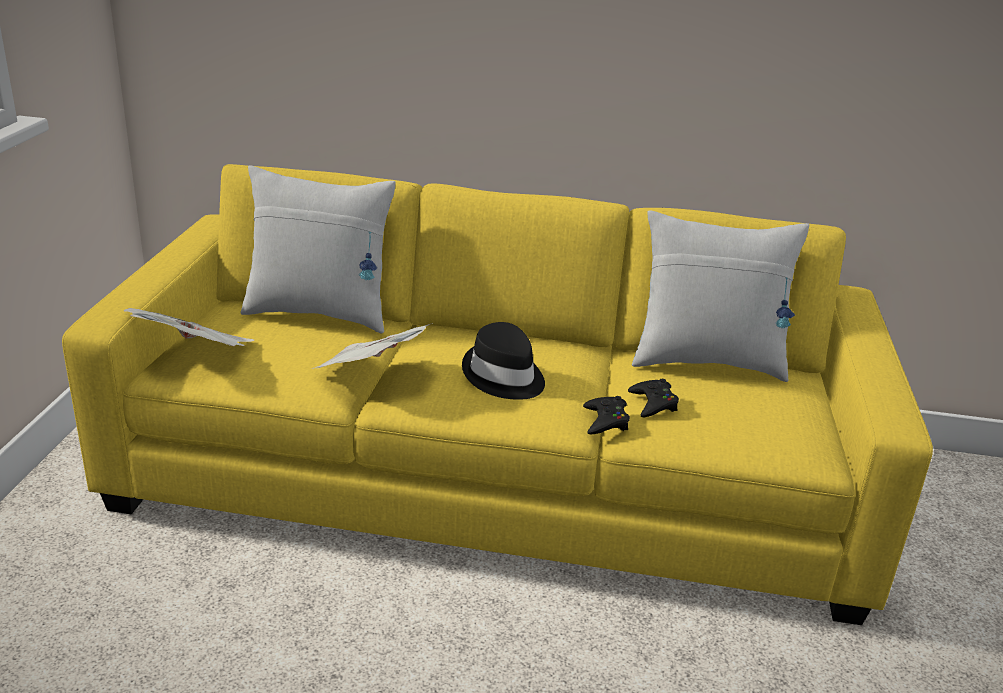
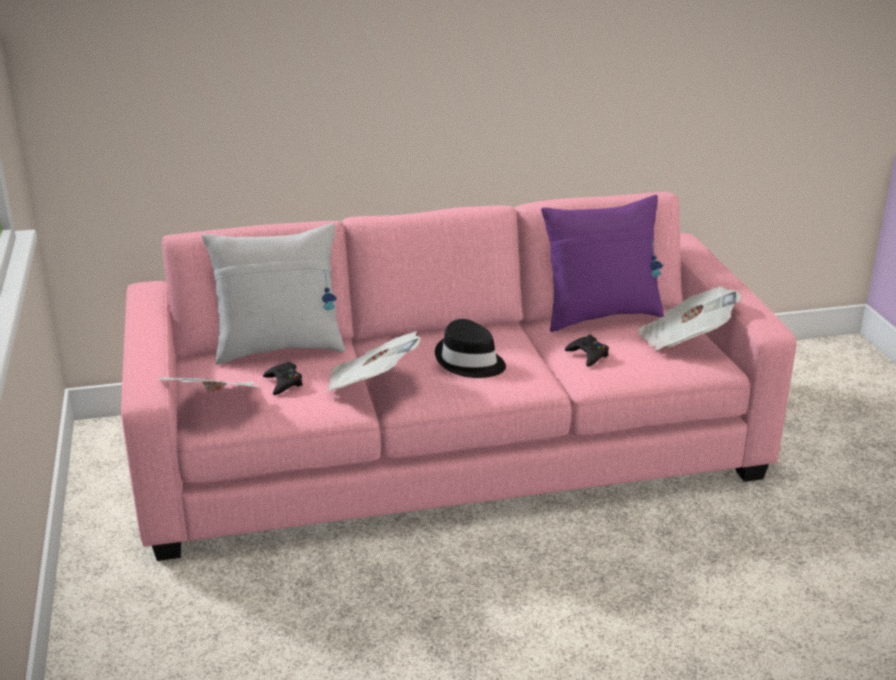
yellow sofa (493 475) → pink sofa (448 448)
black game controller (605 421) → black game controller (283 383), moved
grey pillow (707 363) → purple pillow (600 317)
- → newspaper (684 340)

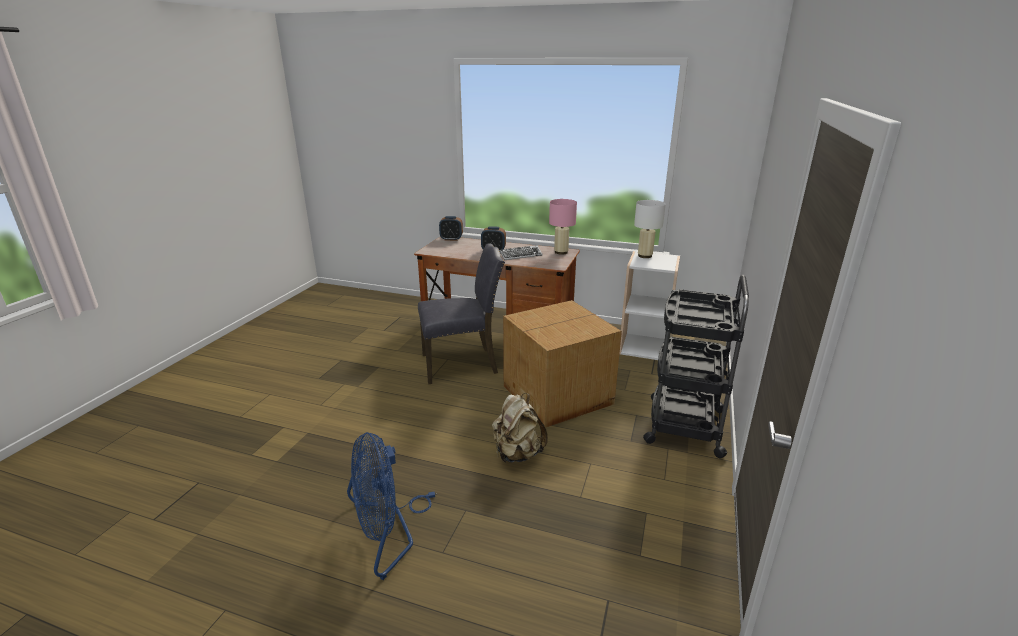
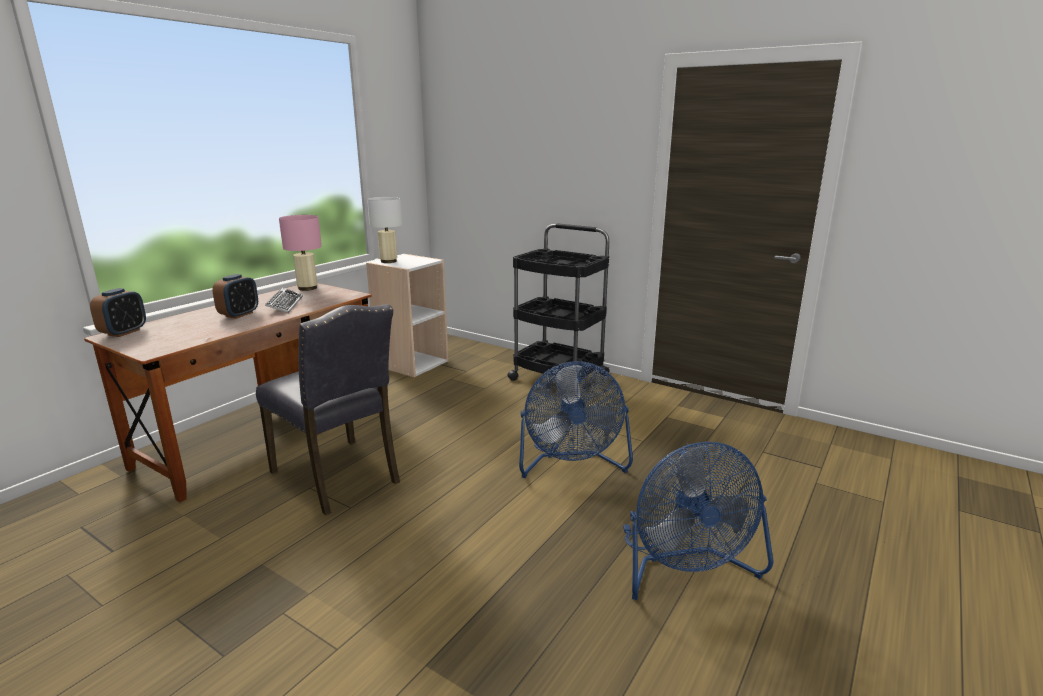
grey chair (462 364) → grey chair (339 477), 135 degrees clockwise
beige backpack (517 454) → blue fan (567 463)
cardboard box (559 395) → -

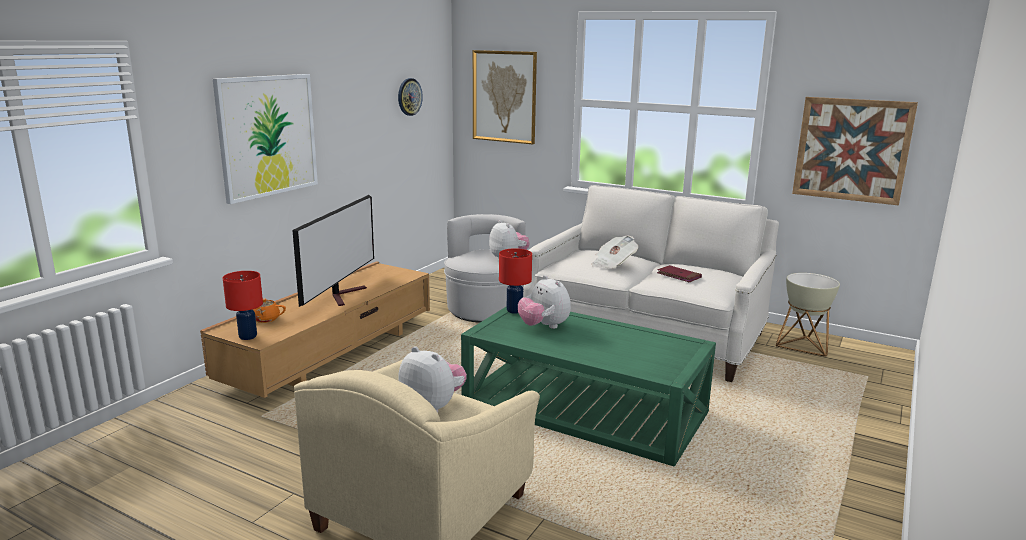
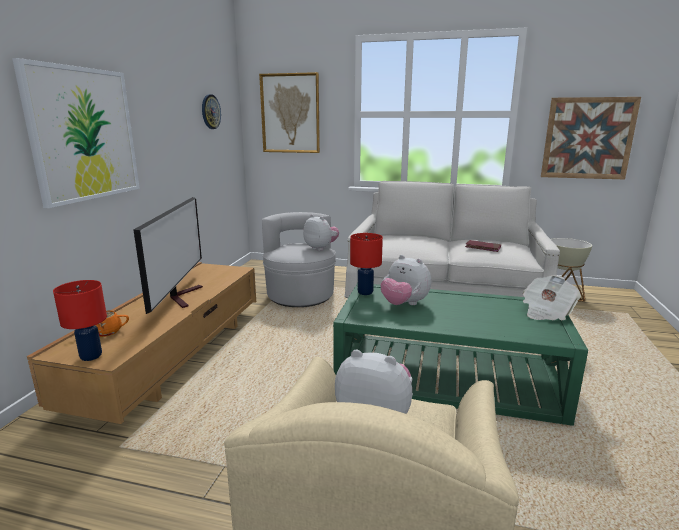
newspaper (613 264) → newspaper (546 312), moved

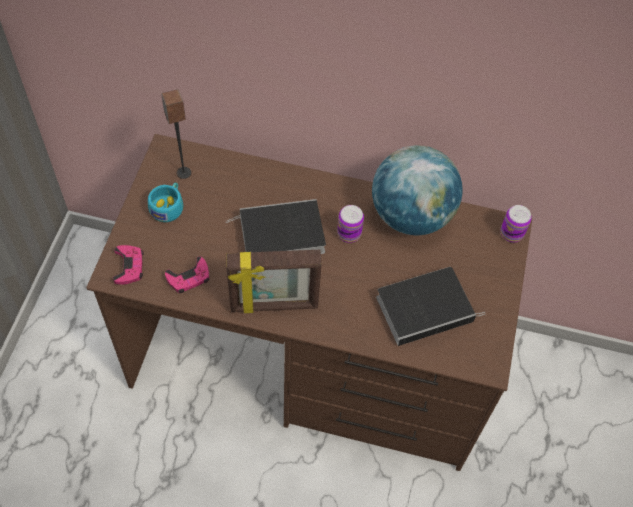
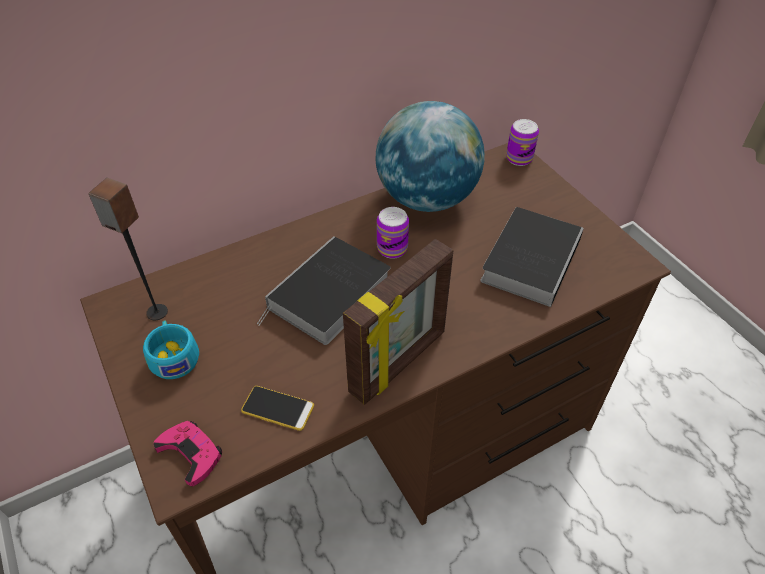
pink game controller (189 277) → phone (278 408)

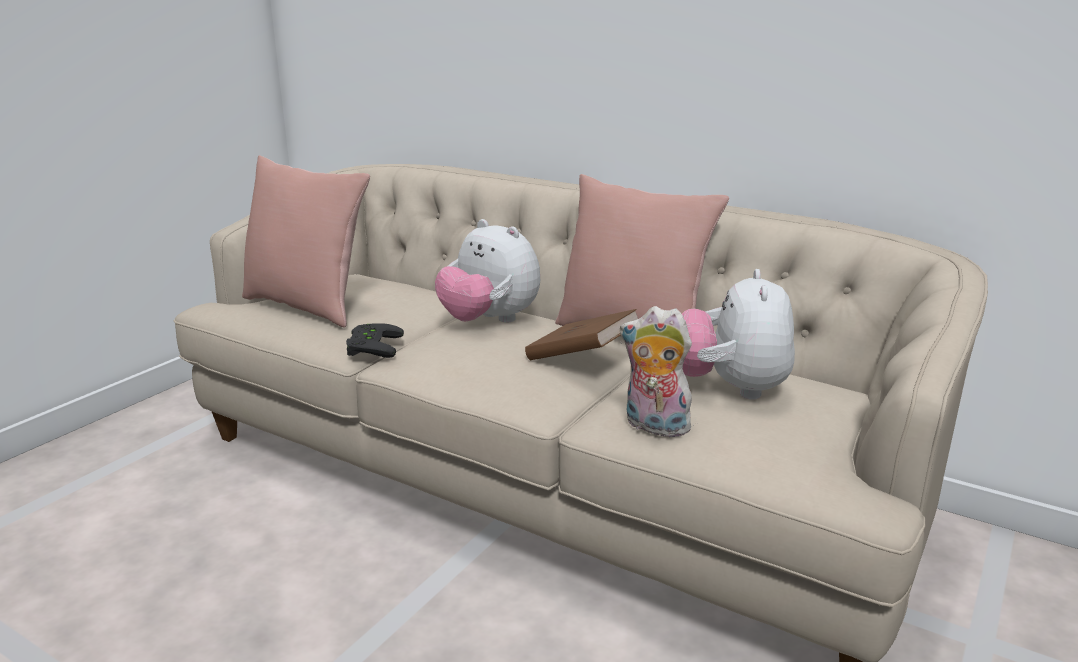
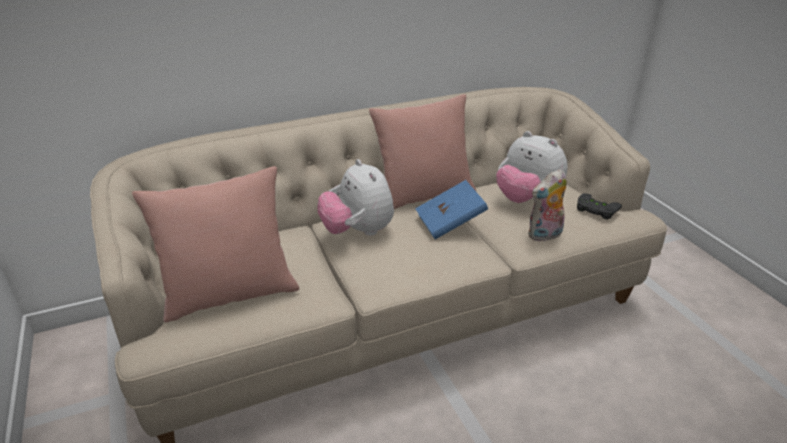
black game controller (370 346) → black game controller (595 210), moved
plush toy (489 321) → plush toy (357 232), 75 degrees clockwise
brown book (581 358) → blue book (450 223)

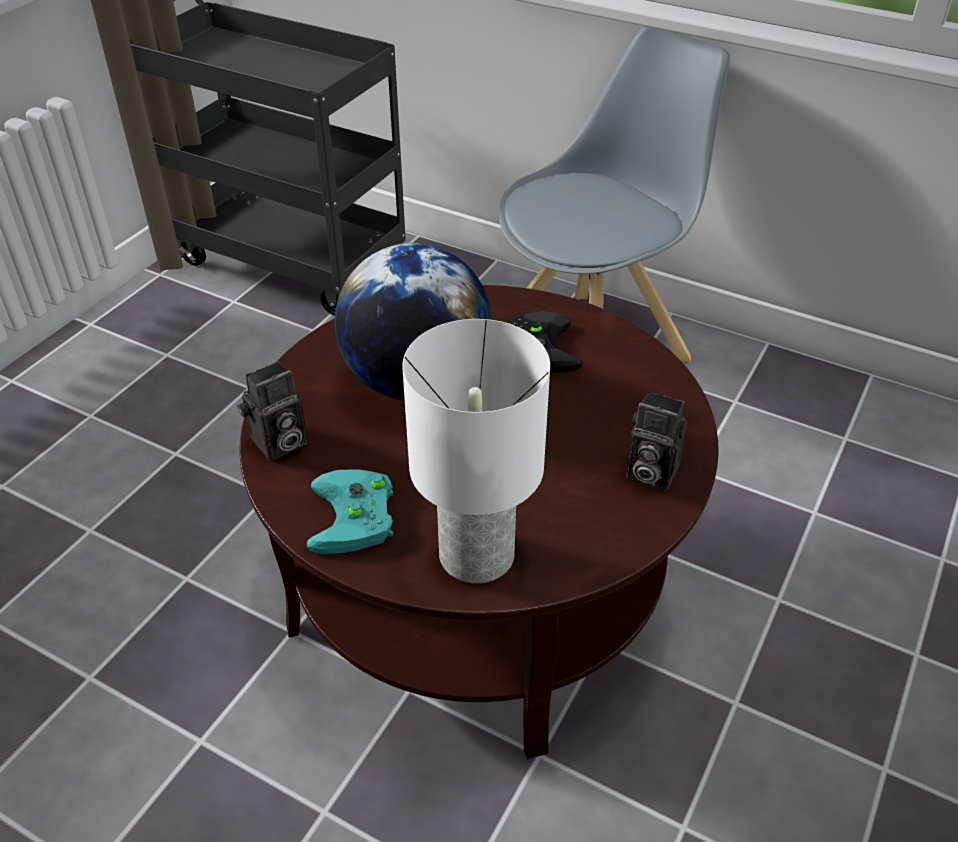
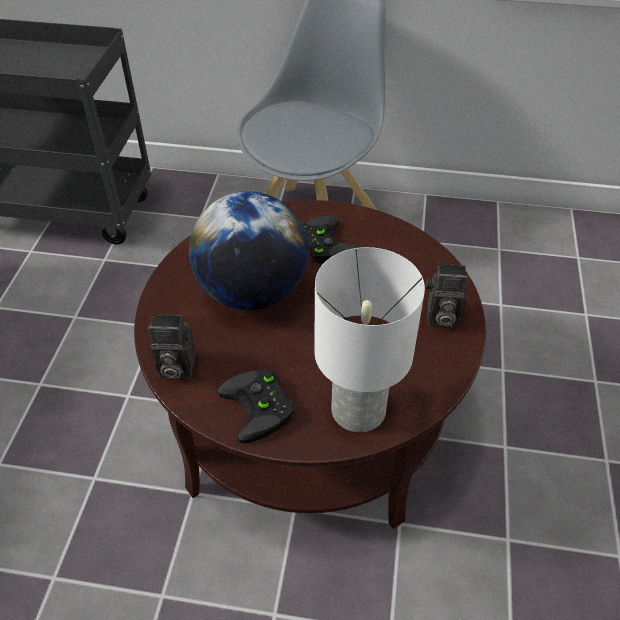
photo camera (278 444) → photo camera (174 367), 60 degrees clockwise
turquoise game controller (355 518) → black game controller (261 408)

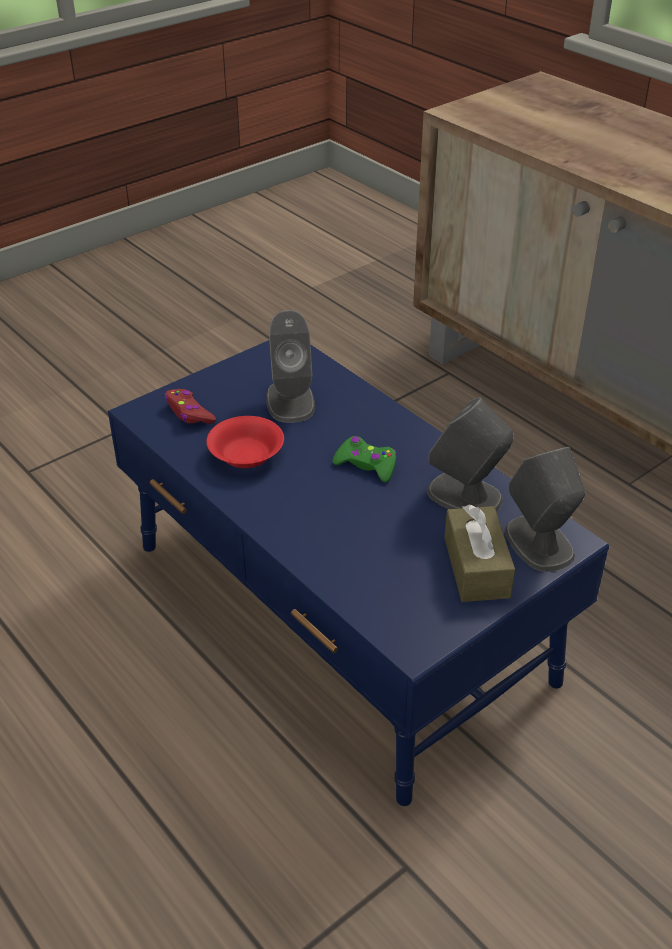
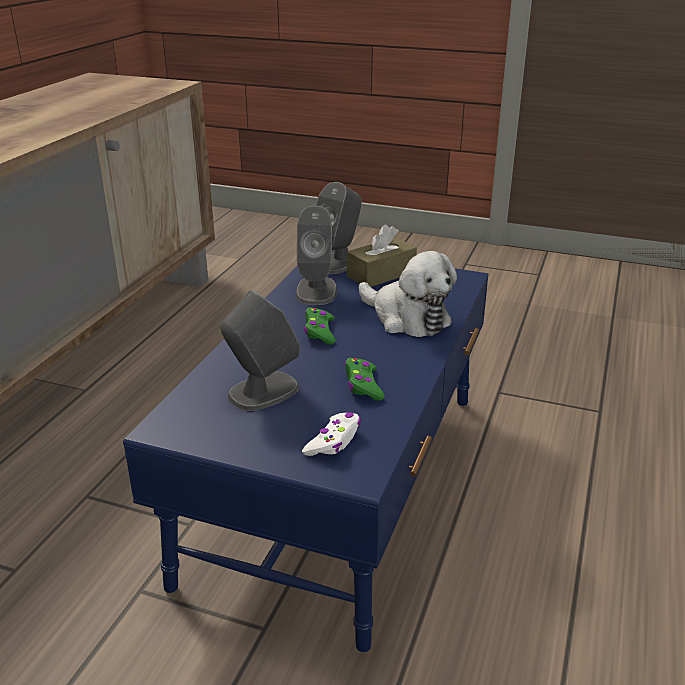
red game controller (189 413) → white game controller (334 441)
red bowl (247 455) → green game controller (363 385)
- → plush toy (407 318)

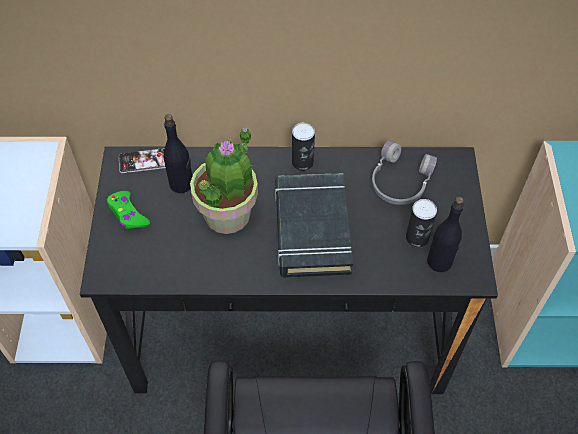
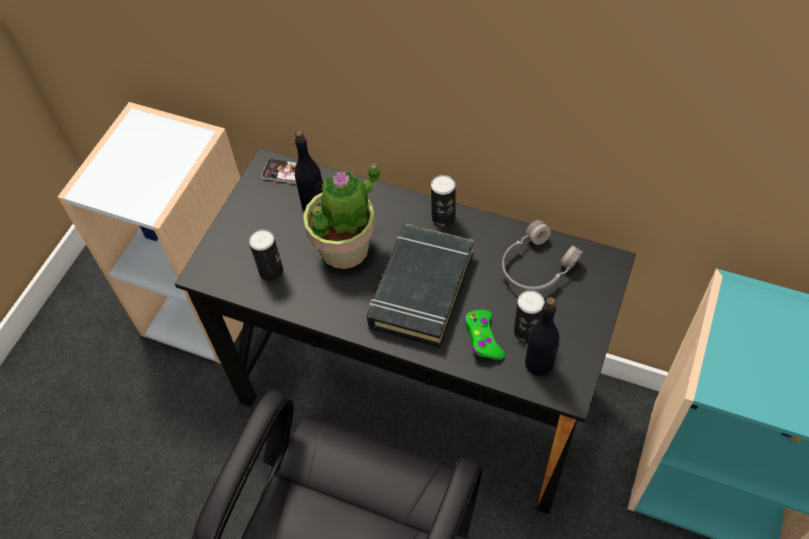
green game controller (128 214) → green game controller (483 338), moved
- → can (271 271)

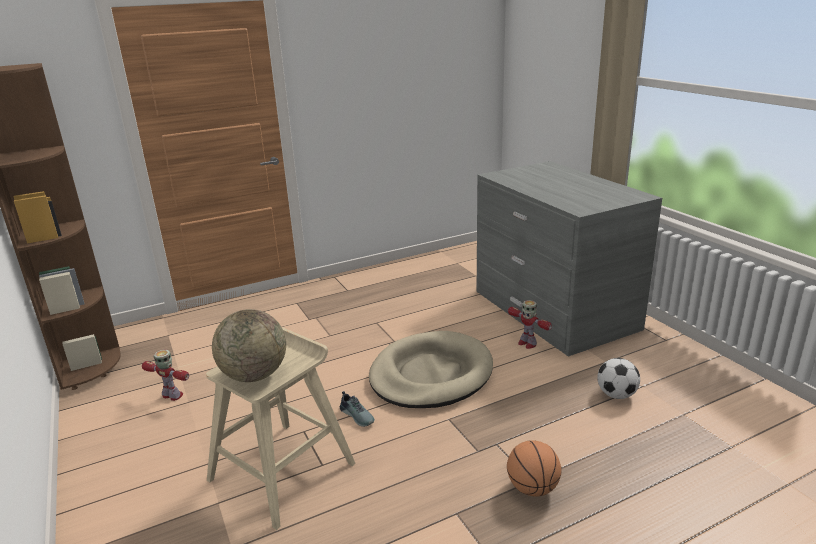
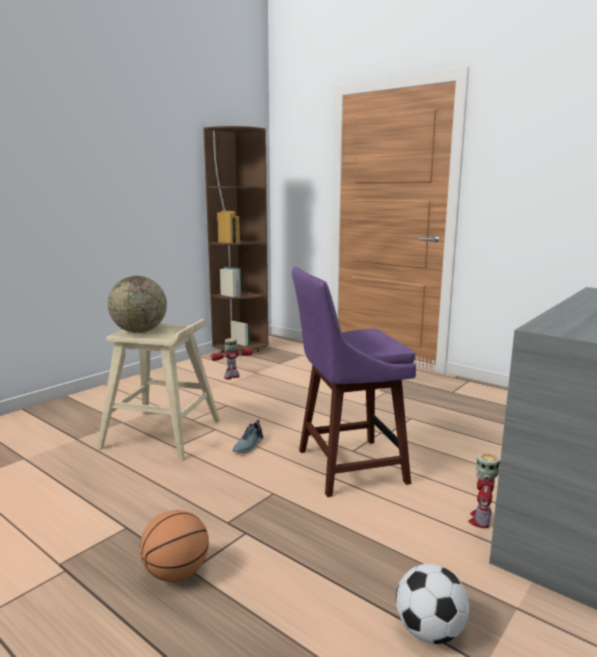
toy robot (172 396) → toy robot (232 377), 120 degrees counterclockwise
beige dog bed (430 374) → purple chair (345 466)

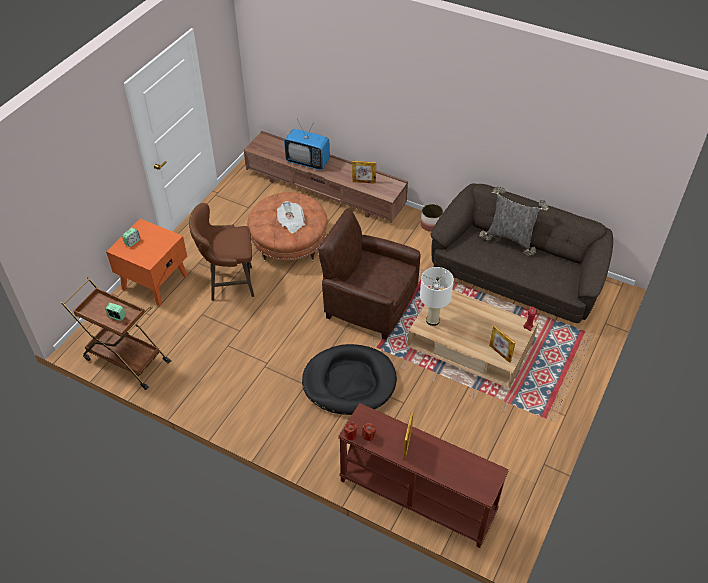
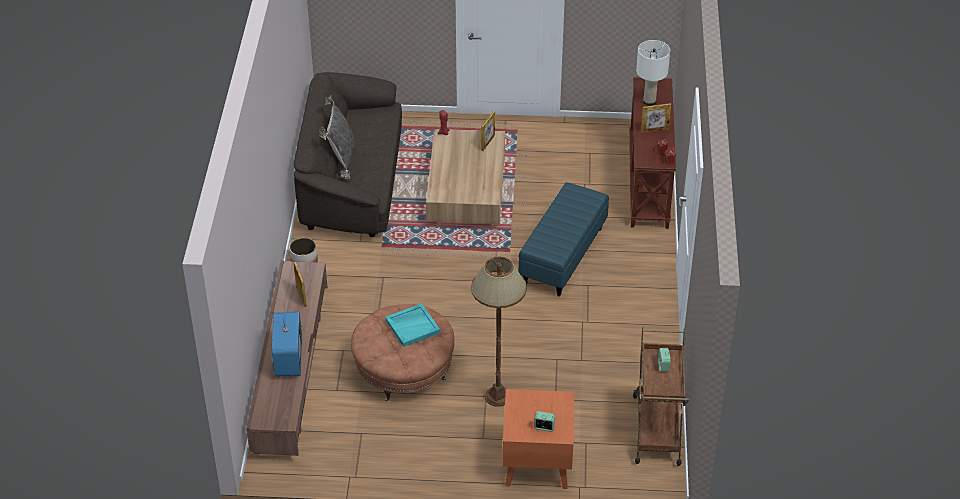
brown stool (229 283) → brown floor lamp (497 396)
newspaper (291 223) → turquoise tray (413 326)
black dog bed (349 382) → blue ottoman (563 257)
brown armchair (369 304) → -
white table lamp (432 320) → white table lamp (649 101), moved

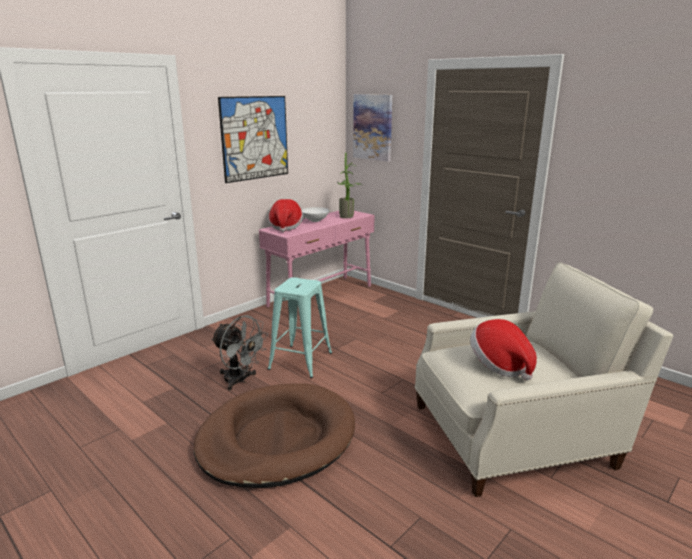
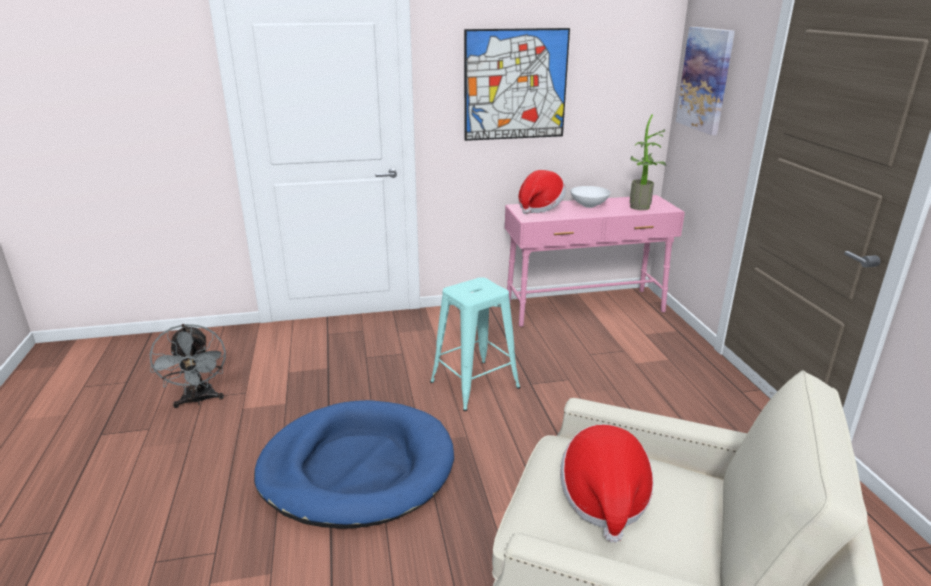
brown dog bed (276 439) → blue dog bed (357 468)
grey fan (240 380) → grey fan (199 400), moved

